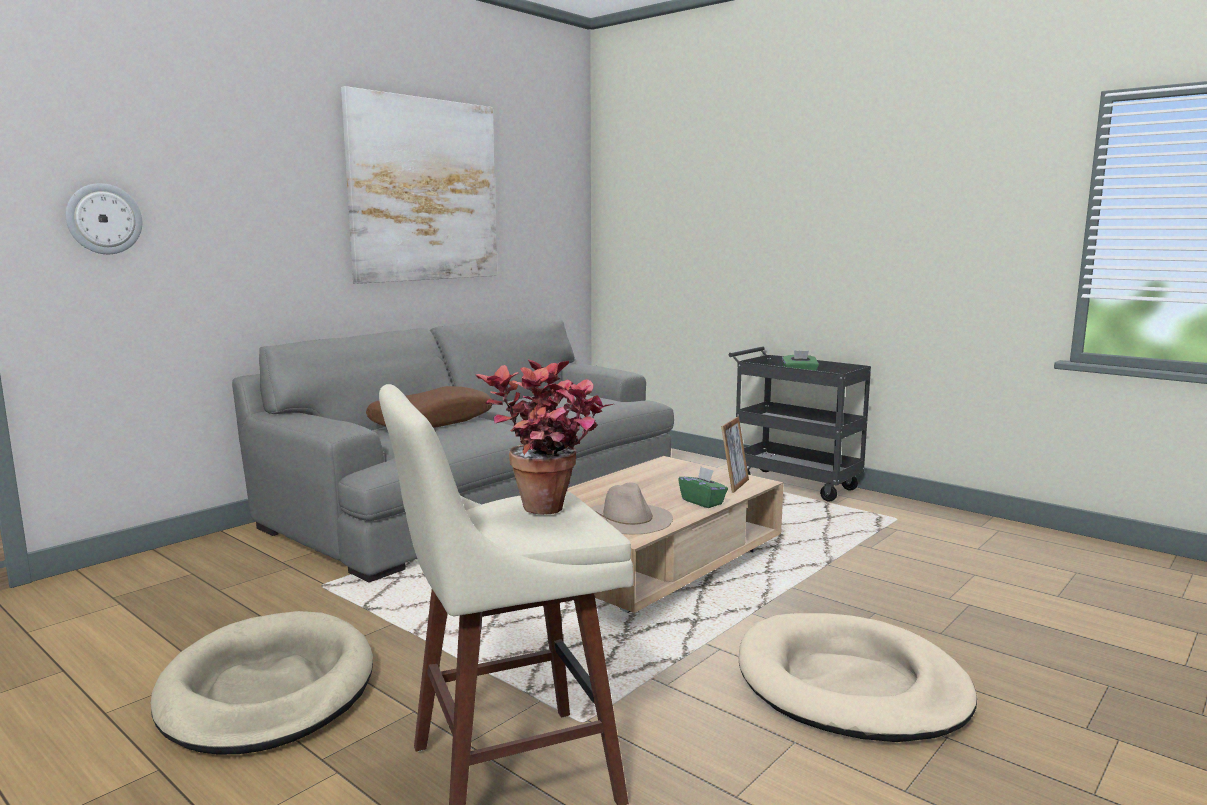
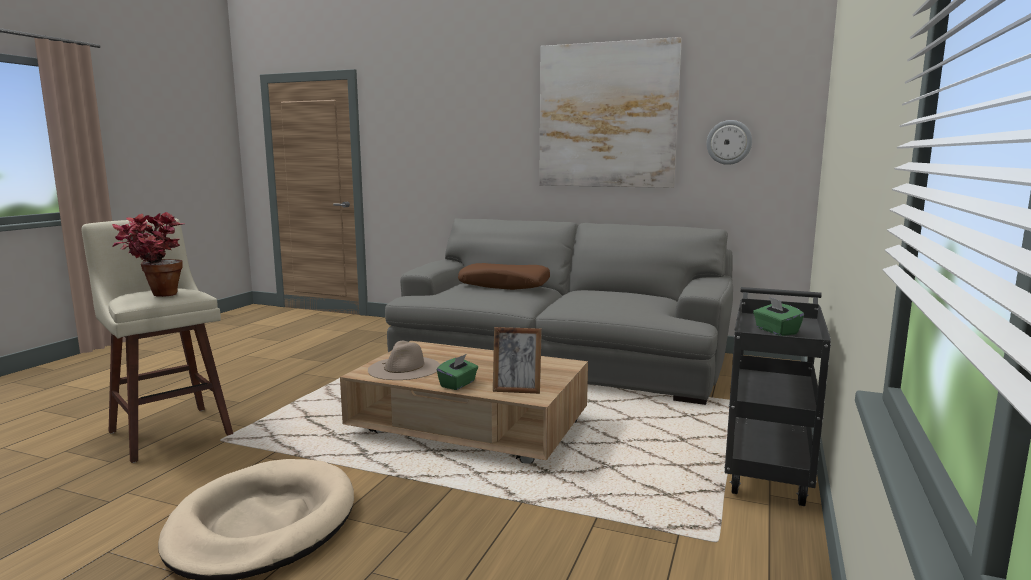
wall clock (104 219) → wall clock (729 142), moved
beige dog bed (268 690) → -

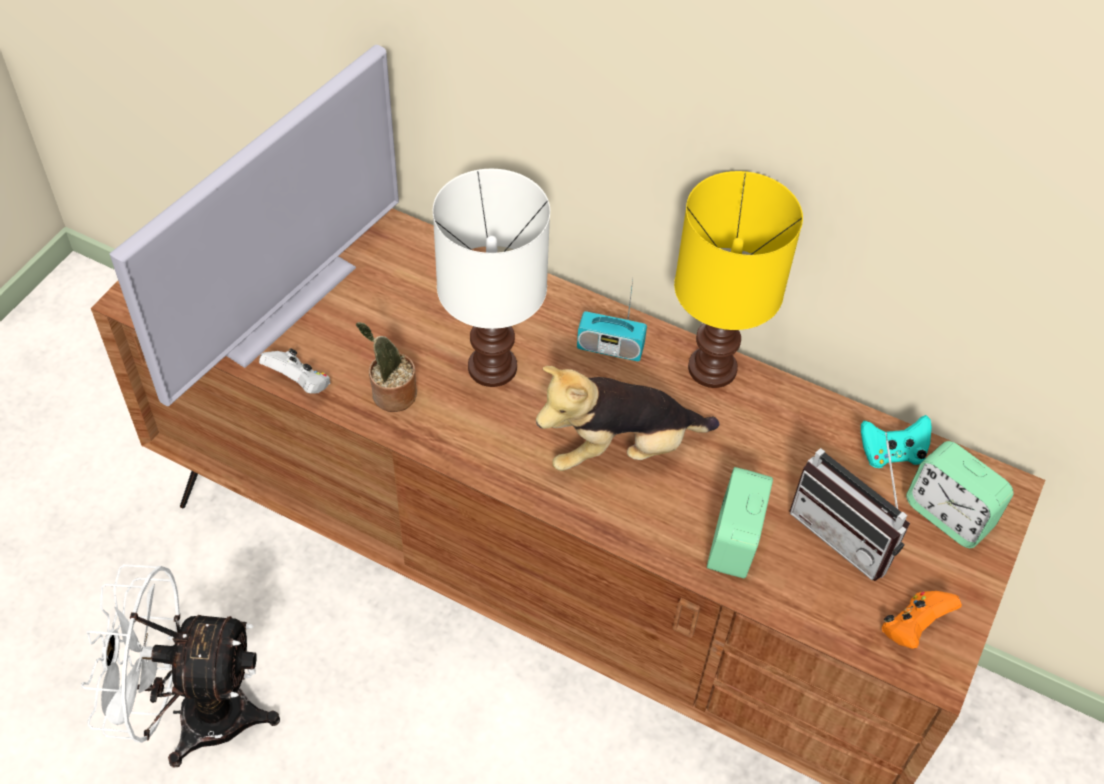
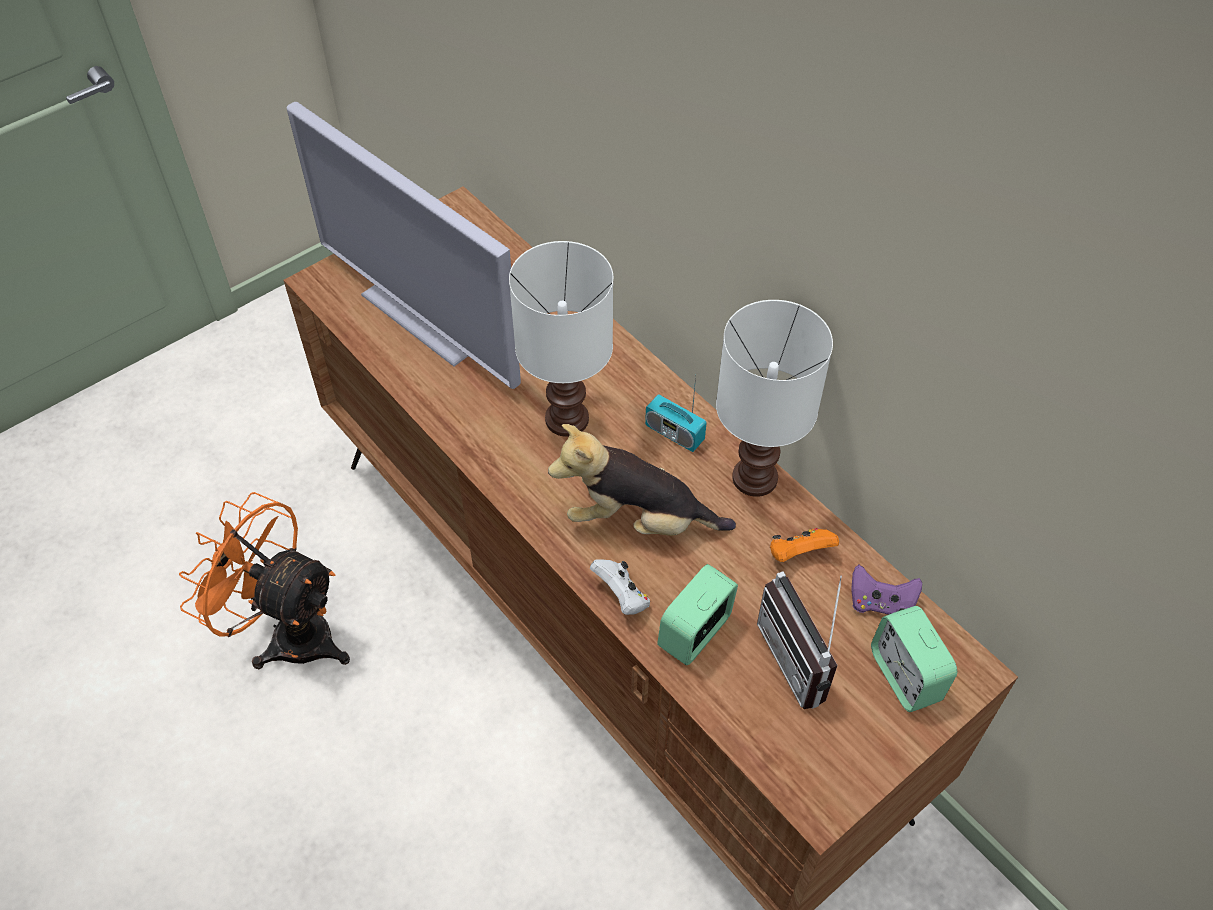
white fan (195 714) → orange fan (289 633)
television (280 302) → television (425 316), 75 degrees clockwise
white game controller (300 384) → white game controller (622 596), moved
potted plant (391 395) → -
yellow table lamp (711 370) → white table lamp (753 479)
turquoise game controller (891 453) → purple game controller (880 603)
orange game controller (913 627) → orange game controller (798 554), moved

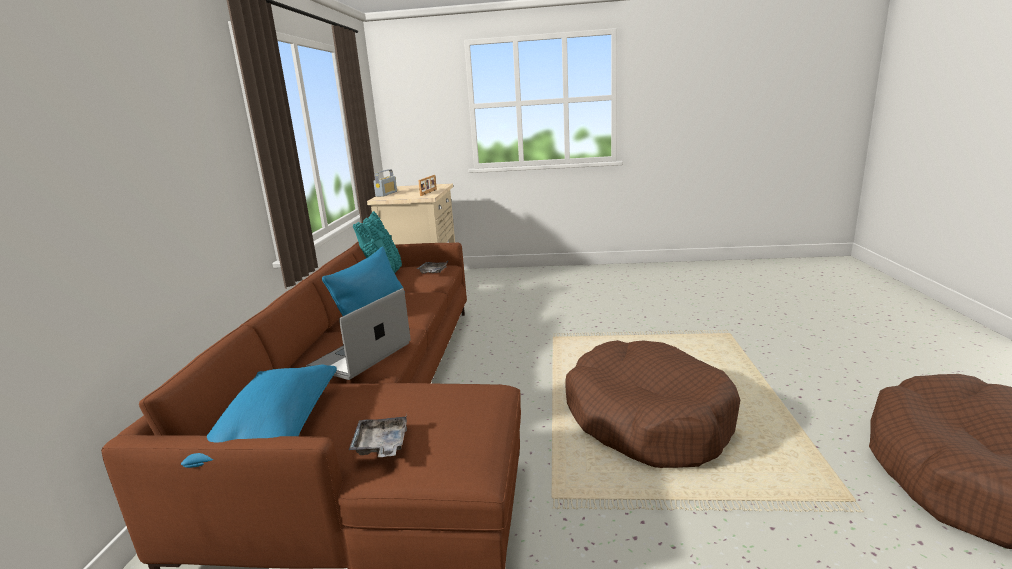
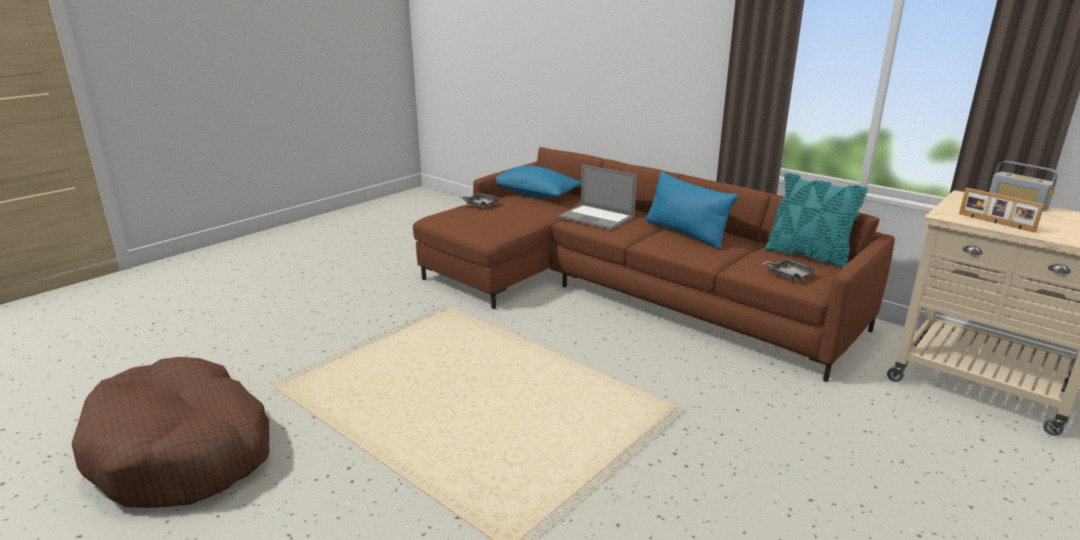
laptop (360 356) → laptop (596 217), 150 degrees clockwise
brown dog bed (647 419) → -

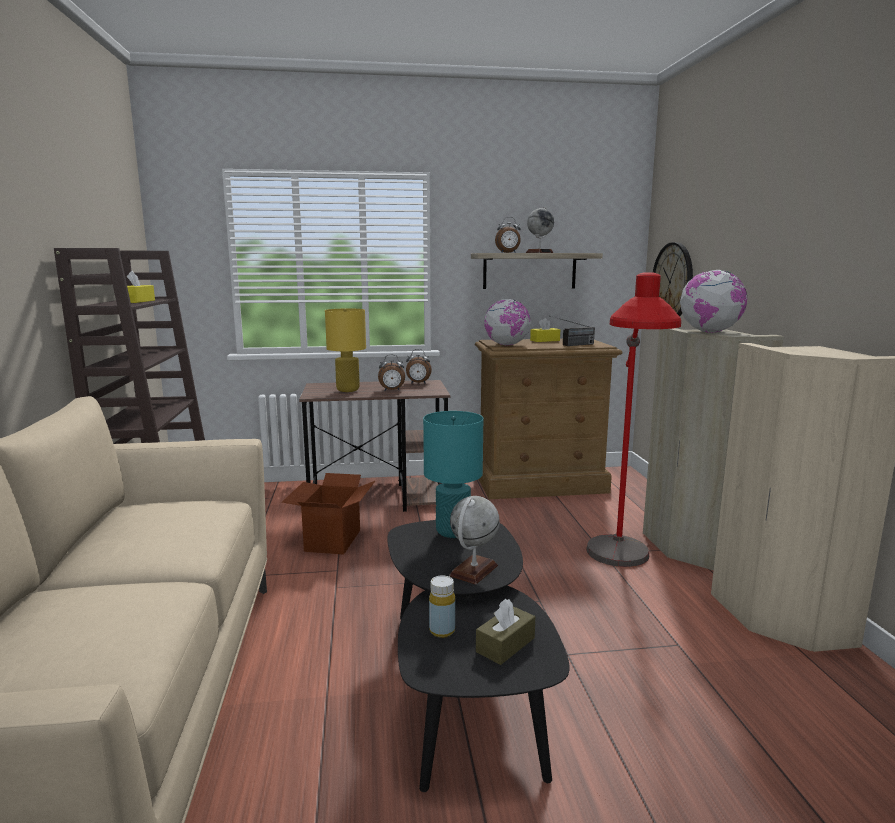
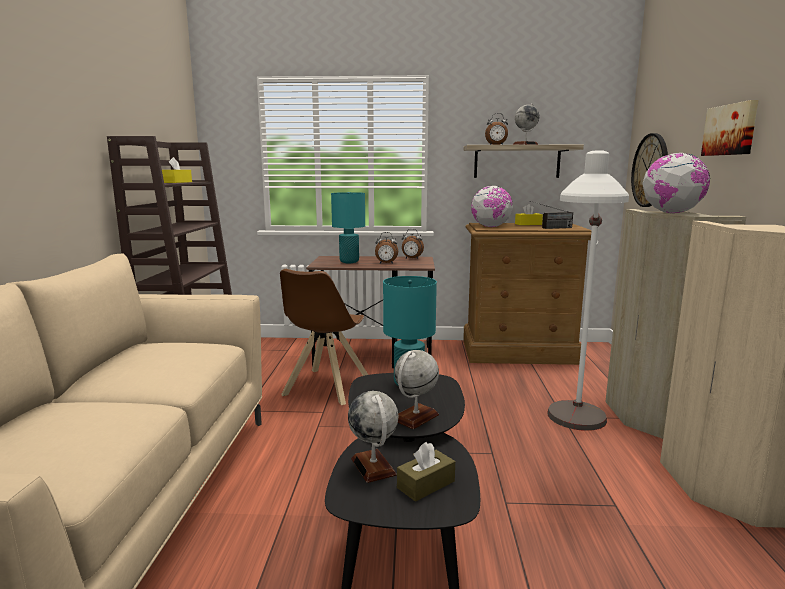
cardboard box (332 540) → brown chair (326 387)
yellow table lamp (347 391) → turquoise table lamp (349 262)
yellow bottle (442 631) → globe (373 467)
red floor lamp (619 573) → white floor lamp (573 435)
- → picture (731 130)

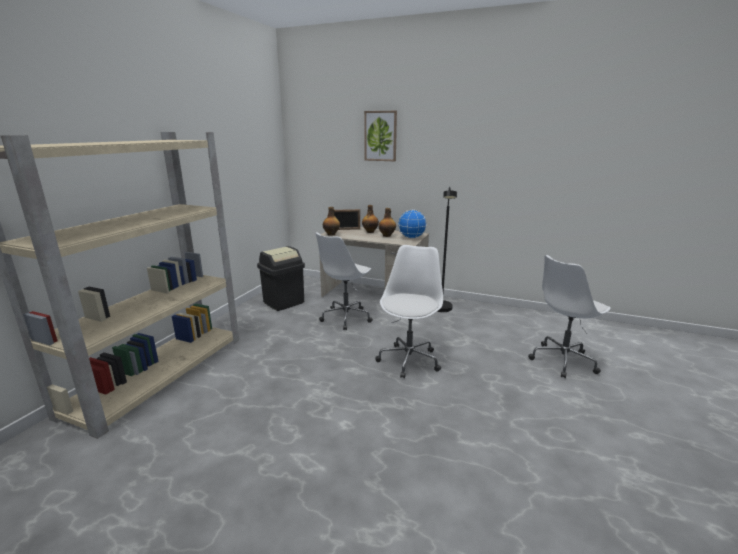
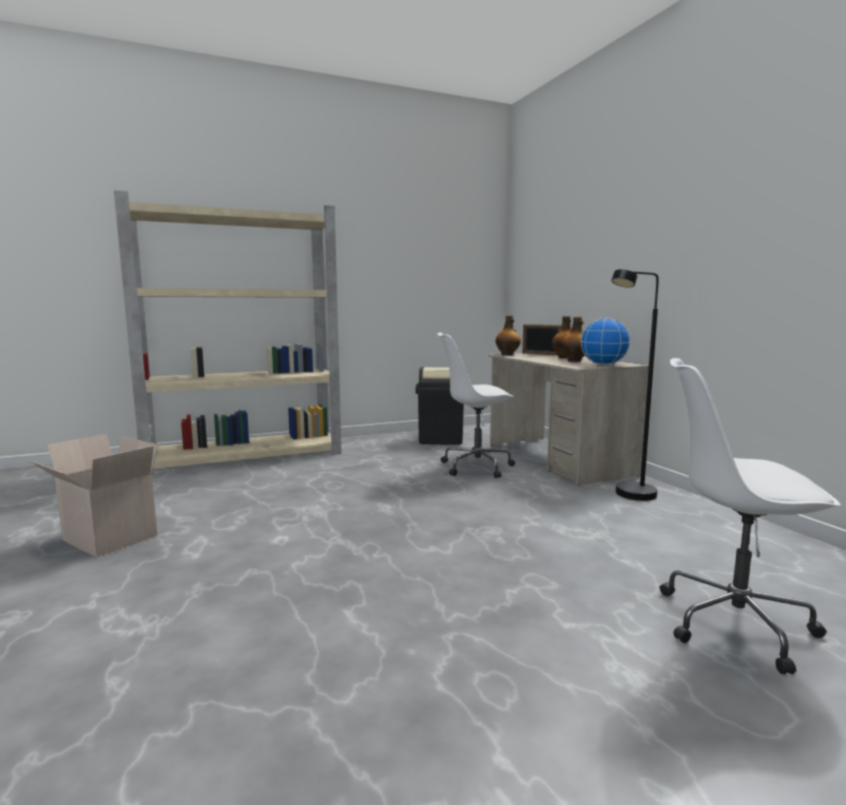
picture (380 136) → -
white office chair (409 360) → -
- → cardboard box (106 538)

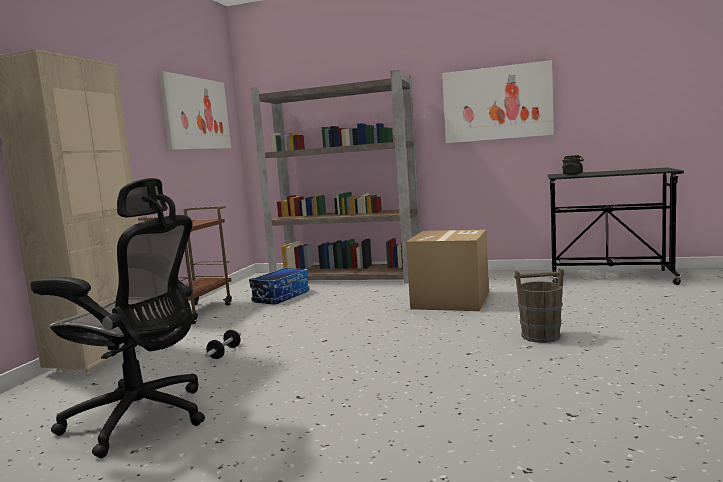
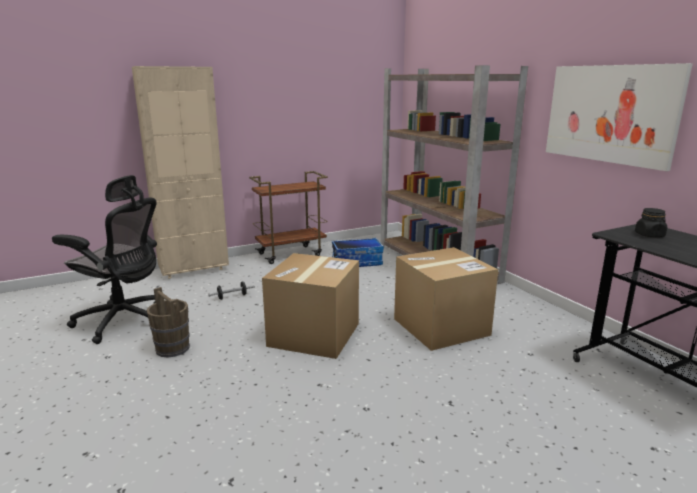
office chair (140 418) → office chair (122 321), 45 degrees counterclockwise
picture (196 113) → -
brown bucket (540 336) → brown bucket (172 348), moved
- → cardboard box (314 334)

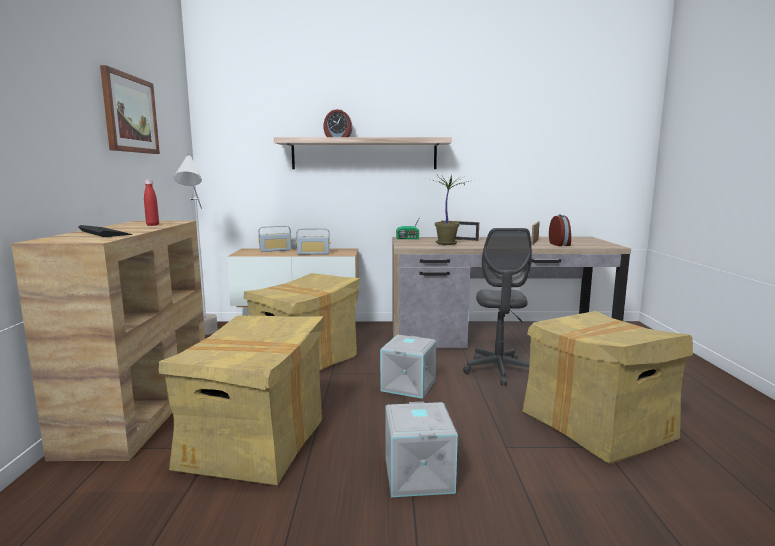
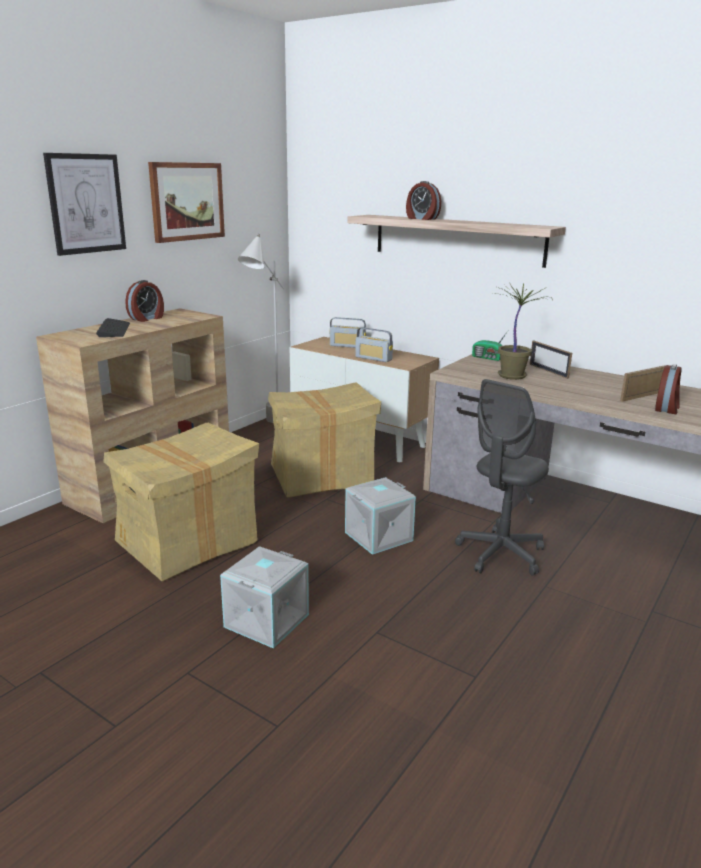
red bottle (152 225) → -
cardboard box (597 426) → -
- → picture (86 204)
- → alarm clock (147 318)

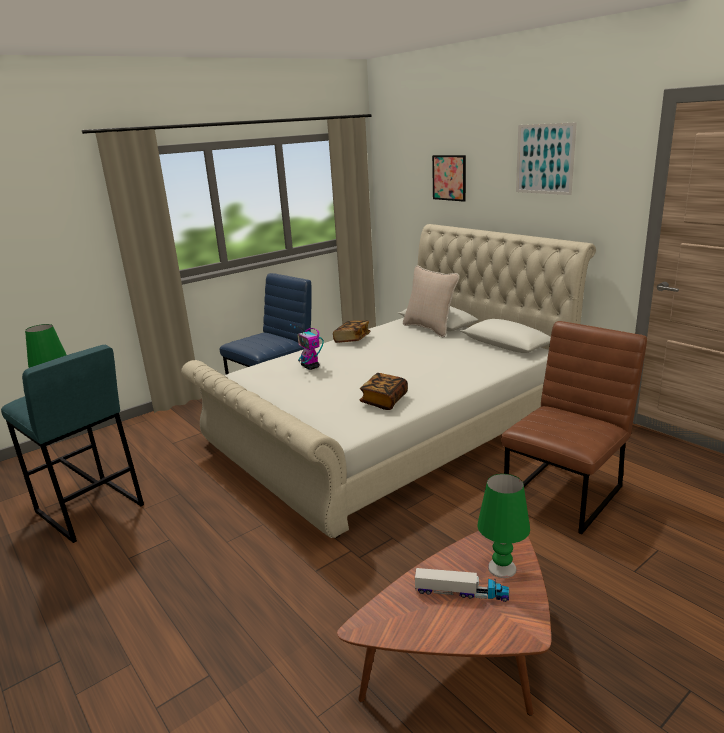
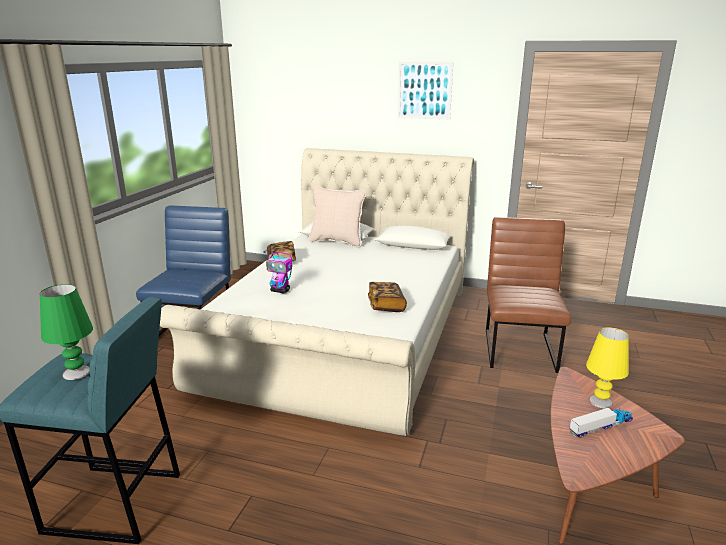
picture (449 177) → -
green table lamp (502 568) → yellow table lamp (601 402)

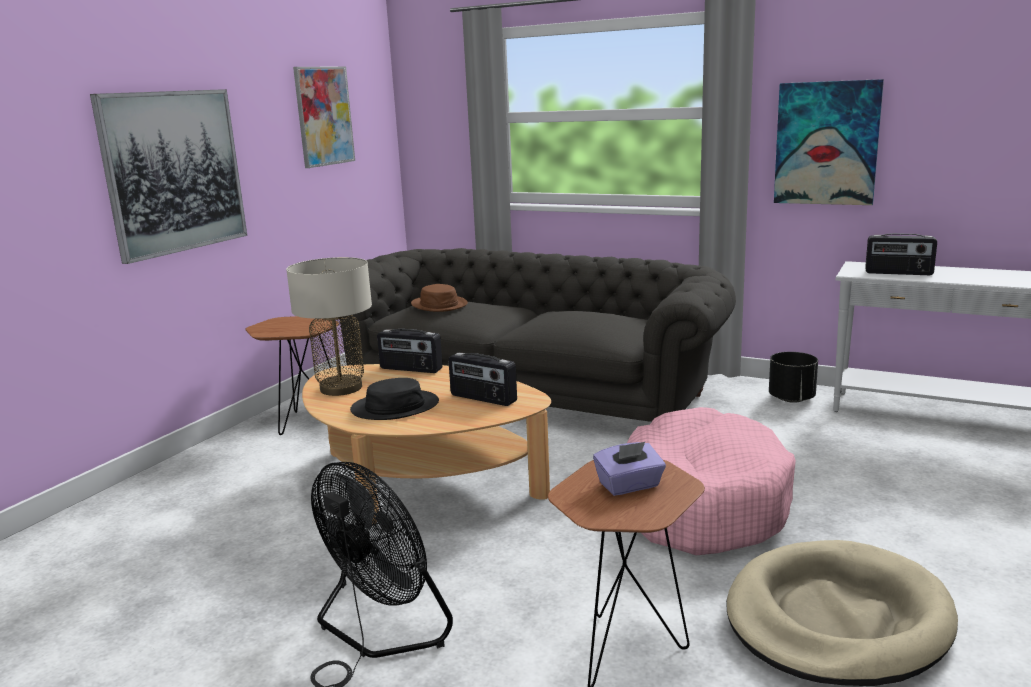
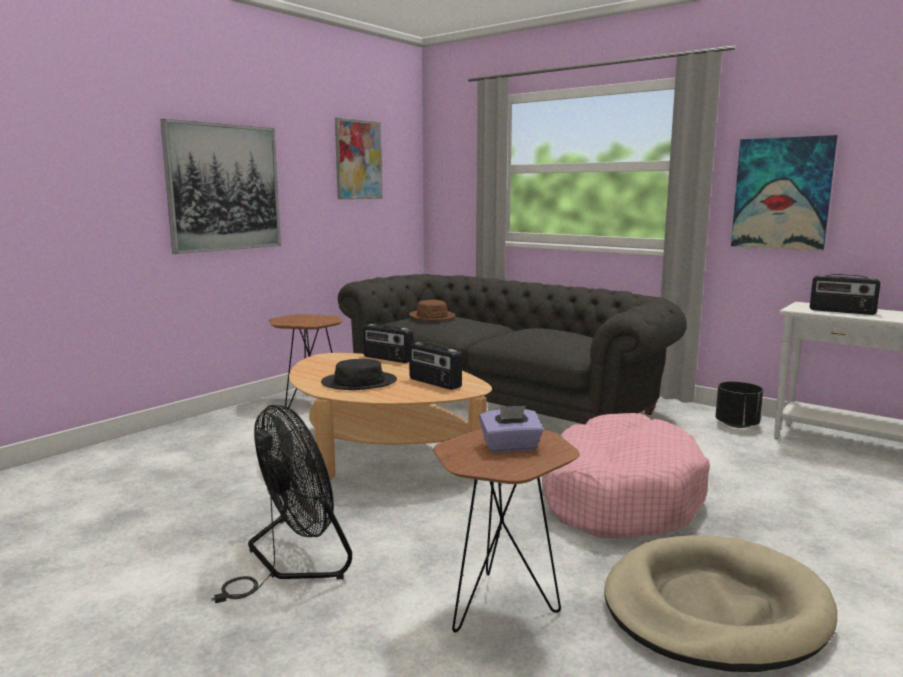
table lamp (341 388) → -

